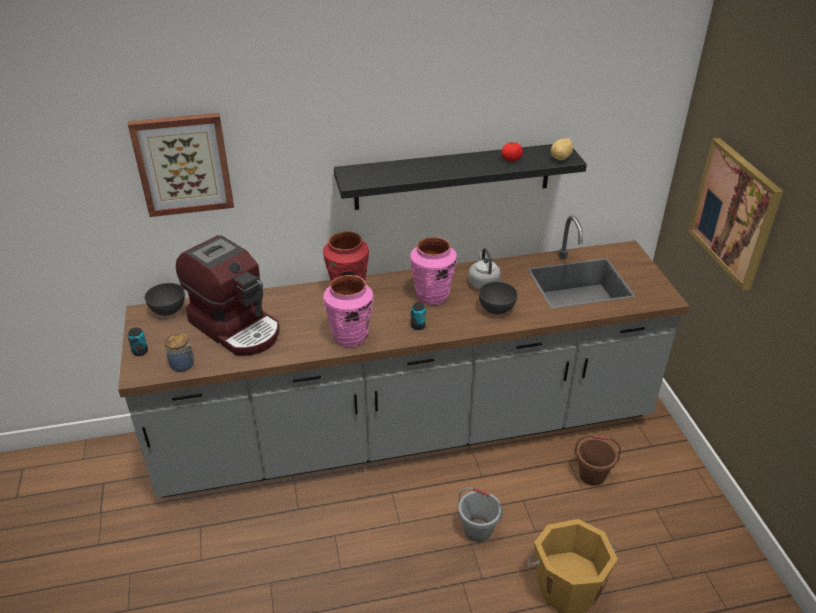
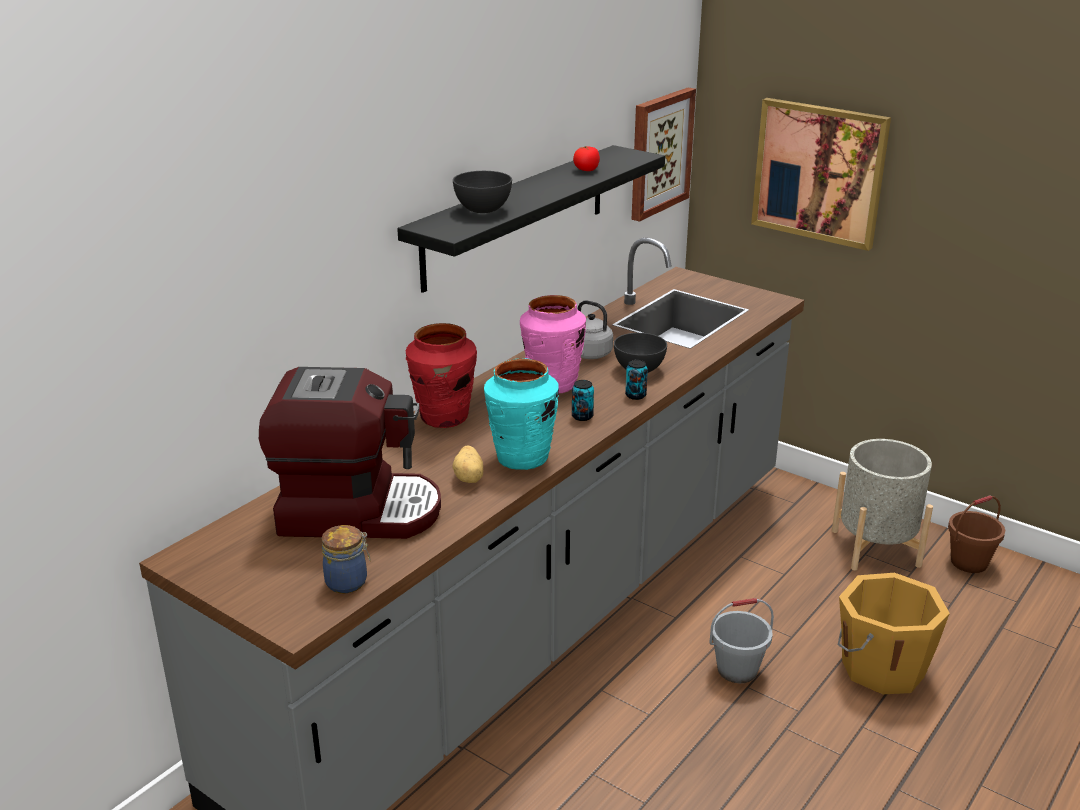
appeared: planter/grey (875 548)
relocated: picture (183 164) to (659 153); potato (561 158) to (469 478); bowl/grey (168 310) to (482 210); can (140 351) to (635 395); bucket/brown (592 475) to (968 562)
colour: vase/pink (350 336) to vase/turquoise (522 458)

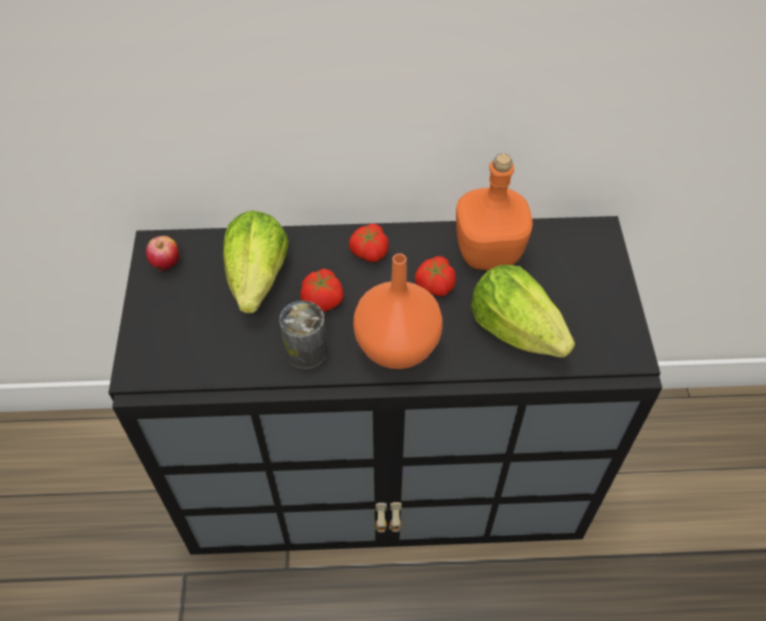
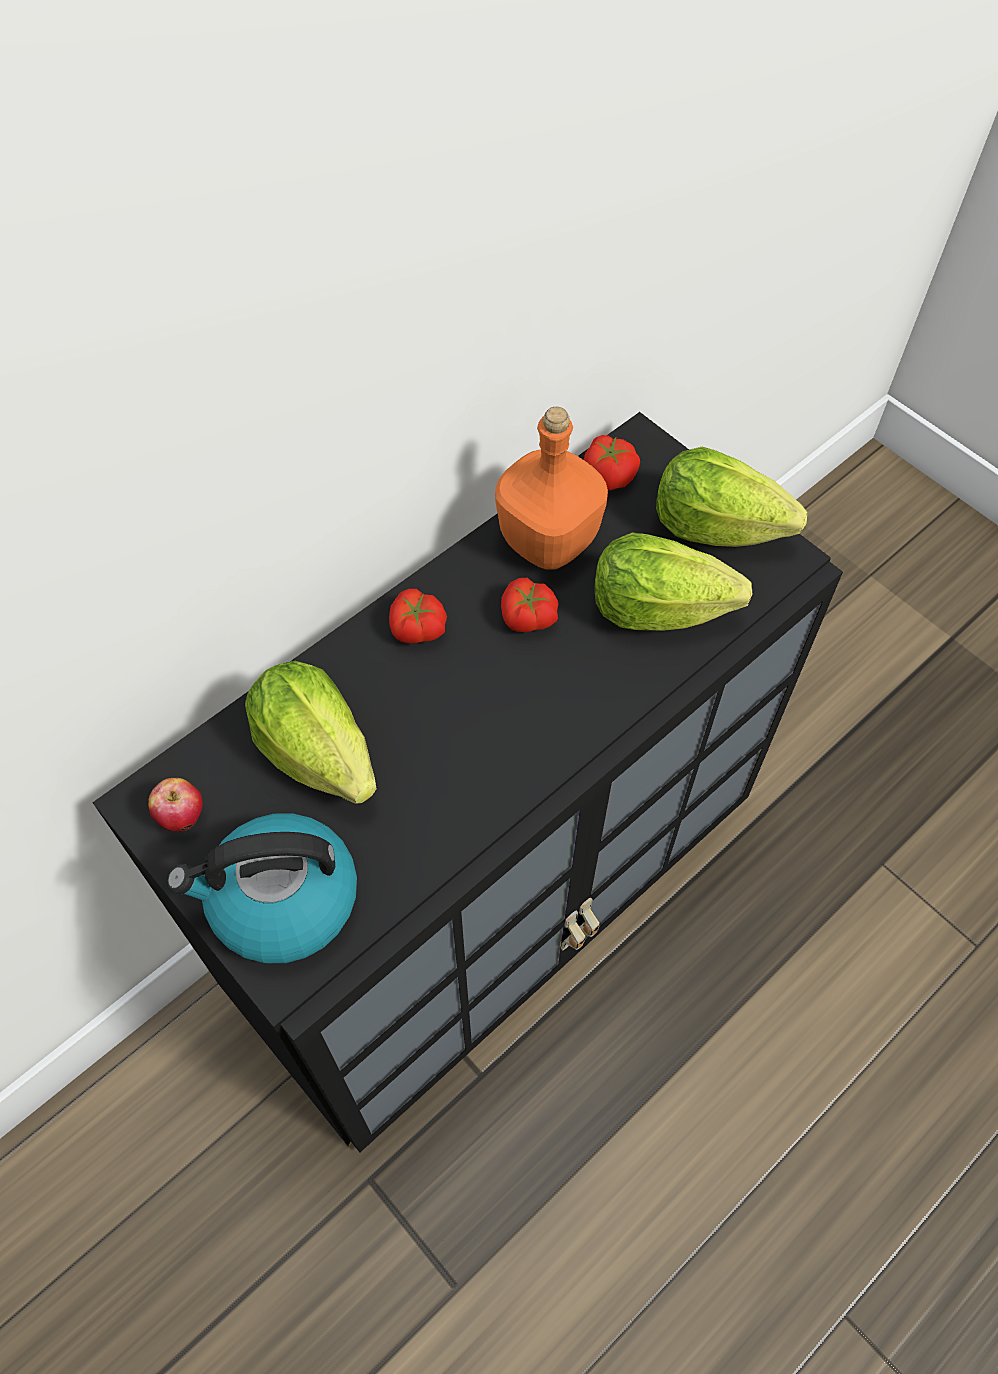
missing: vase/orange (395 346); can (306 351)
appeared: lettuce (715 527); kettle (281 901)
relocated: tomato (323 299) to (609 475)

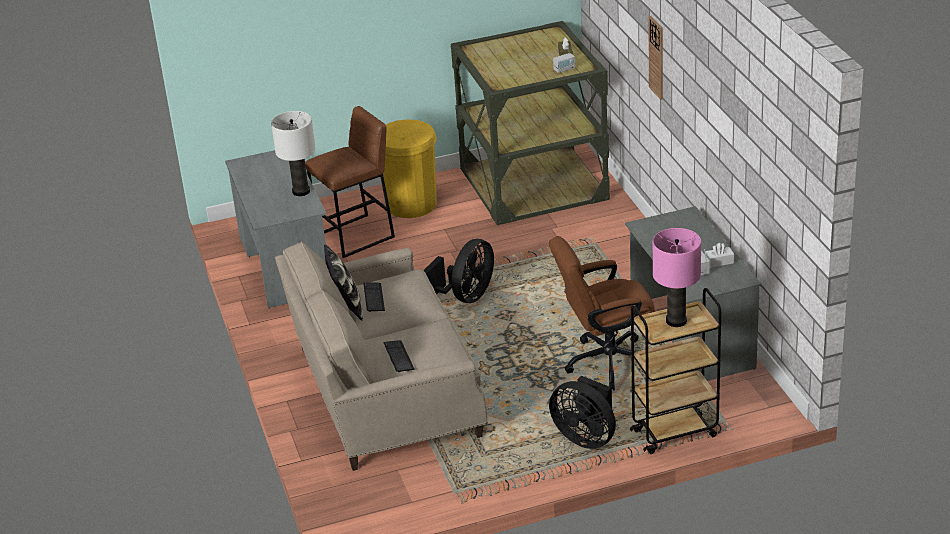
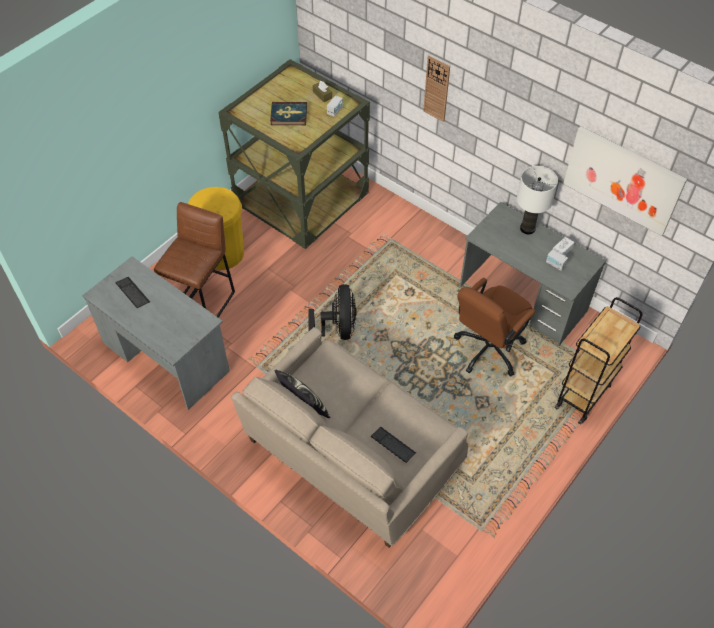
missing: table lamp/pink (676 321); fan/black (586 437)
appeared: book (289 115); picture (622 180)
relocated: table lamp/white (301 191) to (527 228); keyboard (374 298) to (132 293)

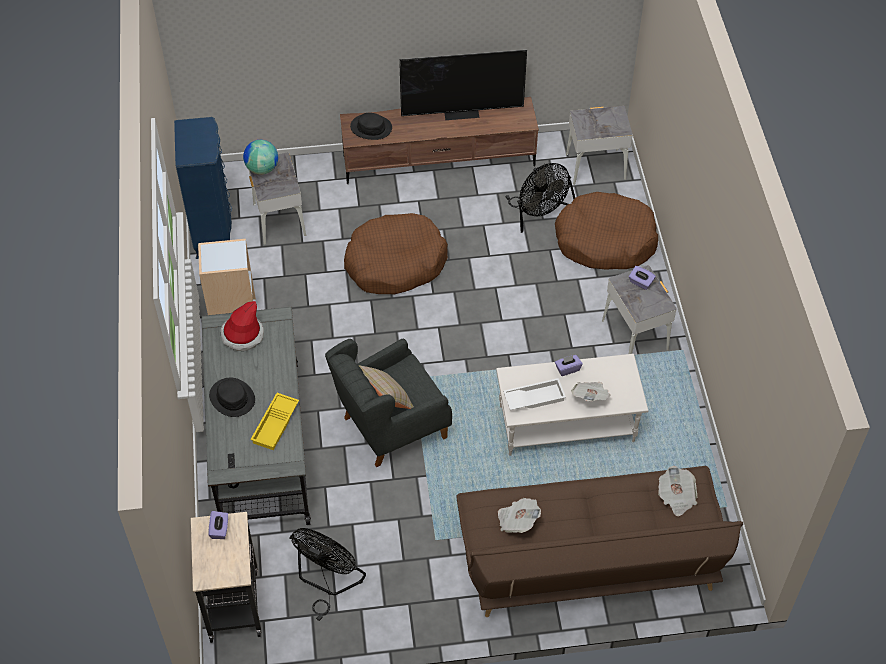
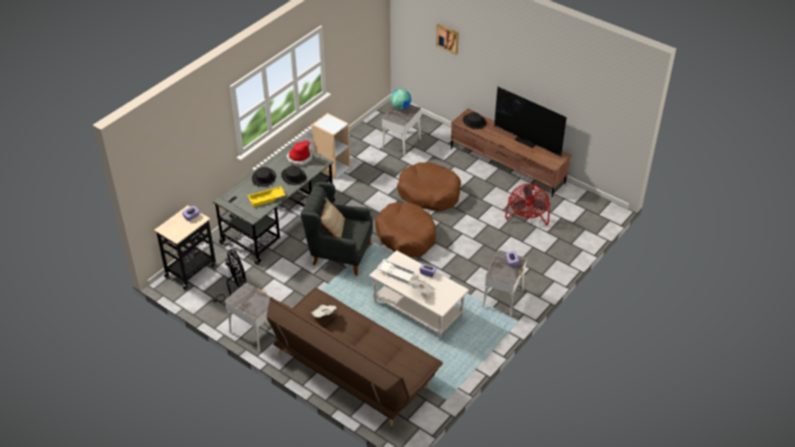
missing: dresser/blue (214 235); newspaper (676 497)
appeared: picture (448 38); hat/black (293 176)
relocated: side table (594 166) to (255 331); dog bed/brown (605 240) to (406 235)
colour: fan/black (537 212) to fan/red (526 216)

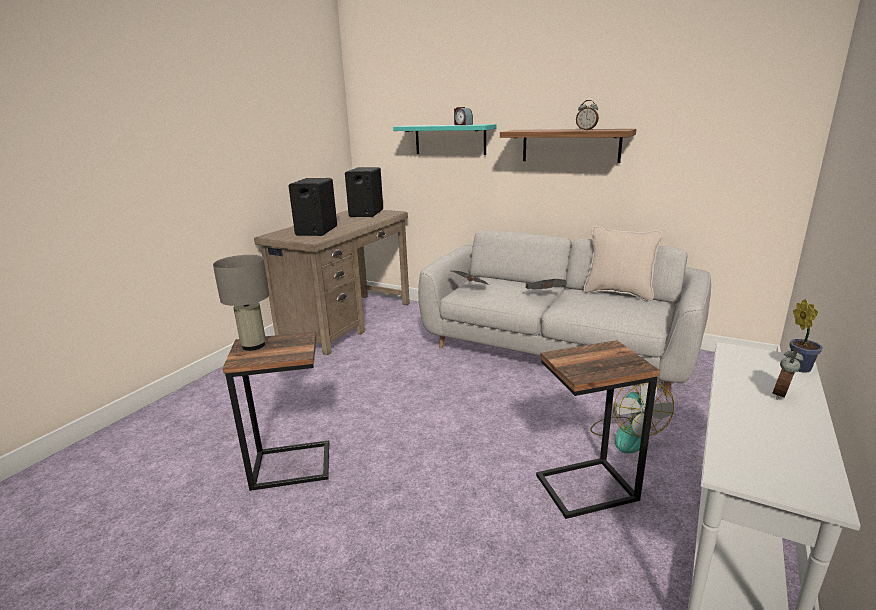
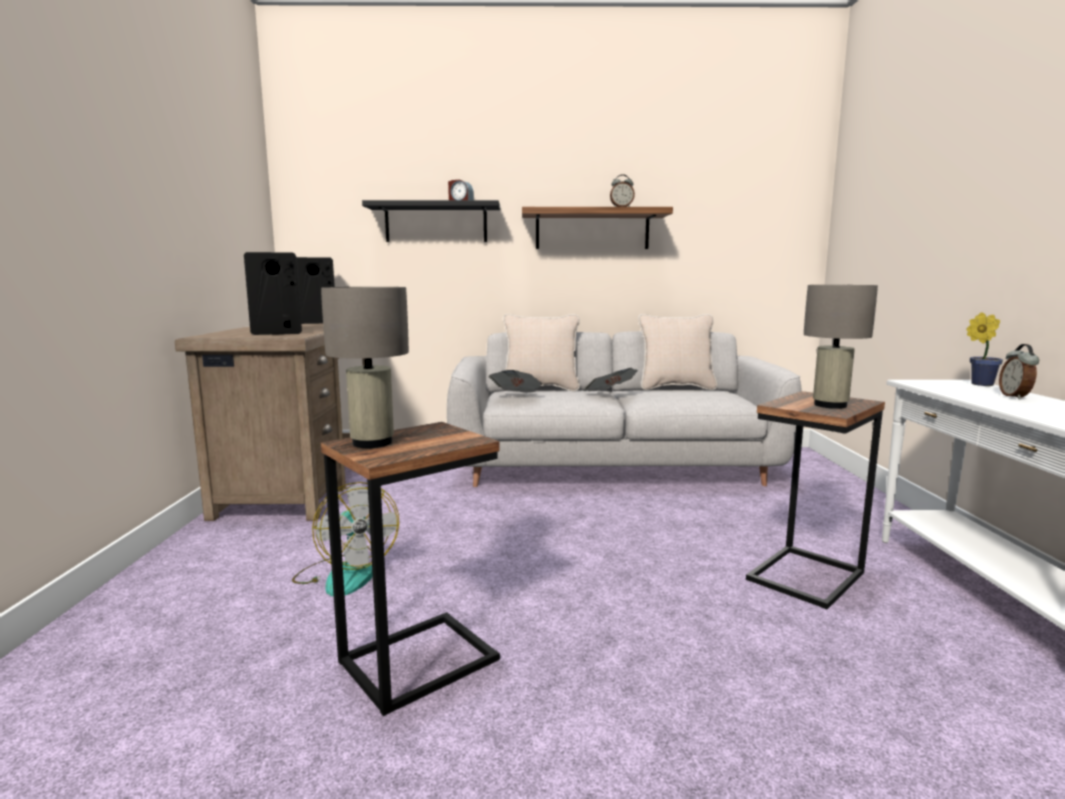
appeared: table lamp/grey (831 405); pillow/beige (540 388)
relocated: fan (626 434) to (345 574)
colour: shelf/turquoise (450 139) to shelf/black (436 223)

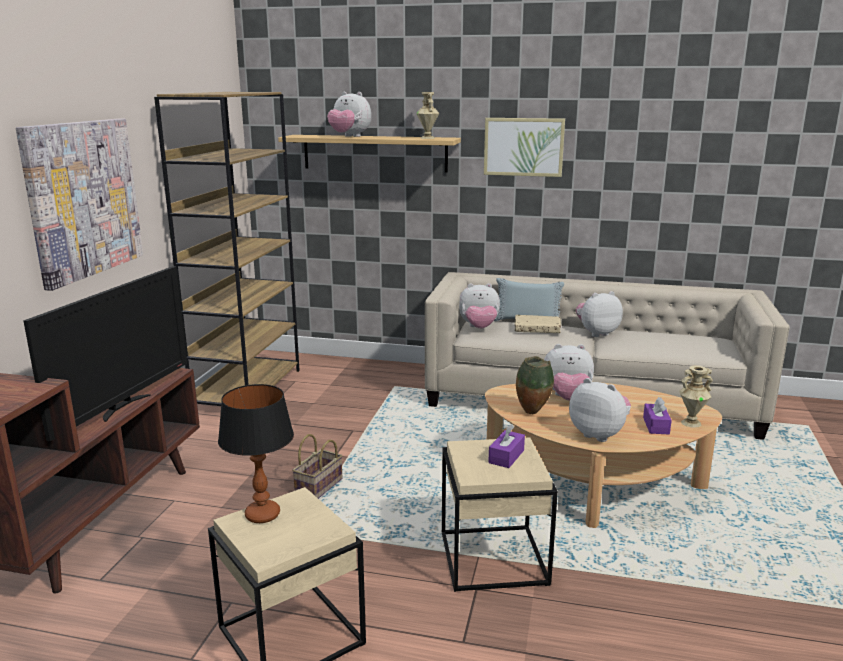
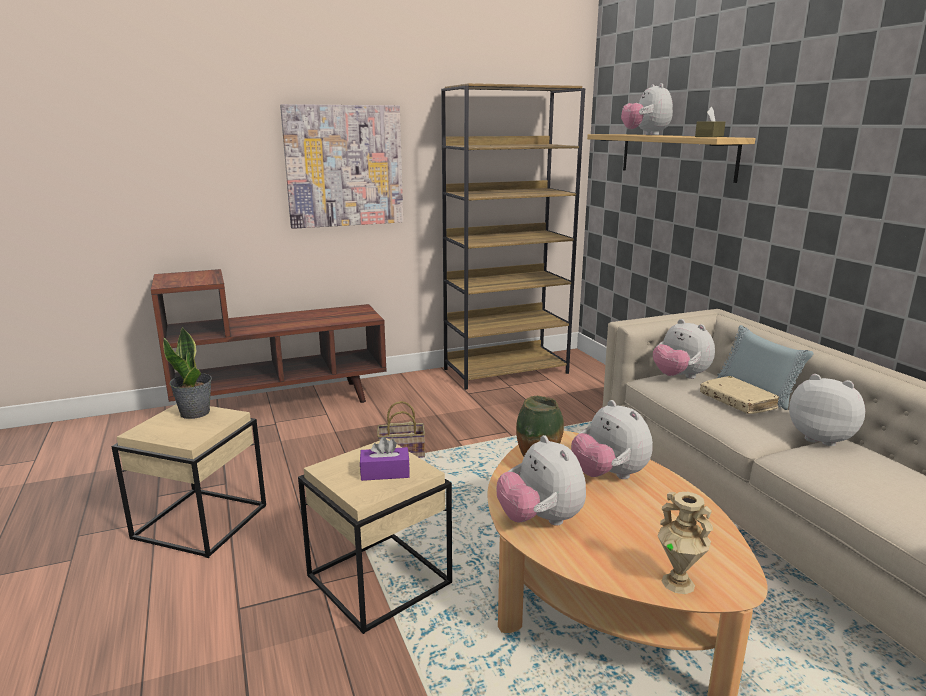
missing: picture (523 147); television (123 406); tissue box/purple (656 425)
exchanged: vase/beige (428 138) to tissue box/brown (709 136); table lamp (262 515) to potted plant (195 412)
spun: plush toy (598 434) = (540 520) 150 degrees clockwise

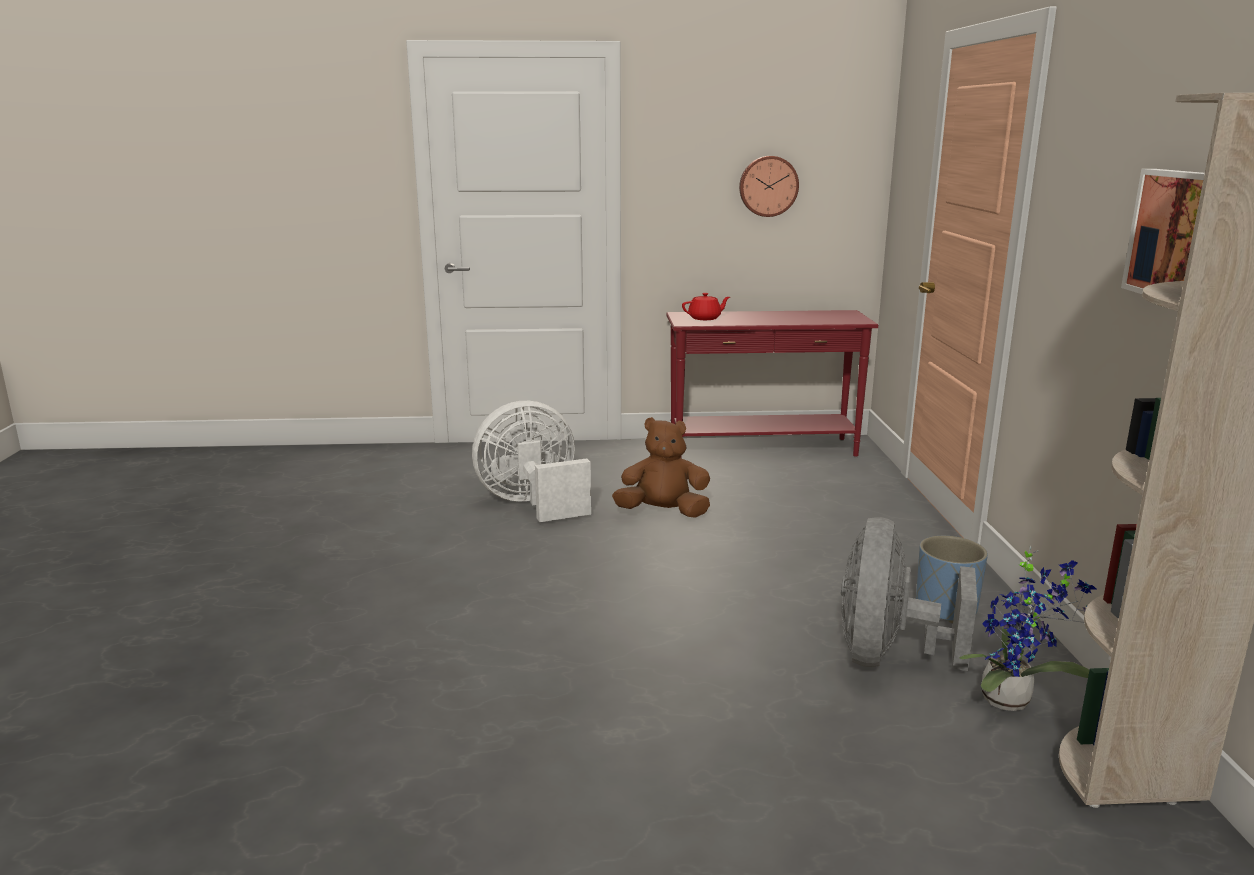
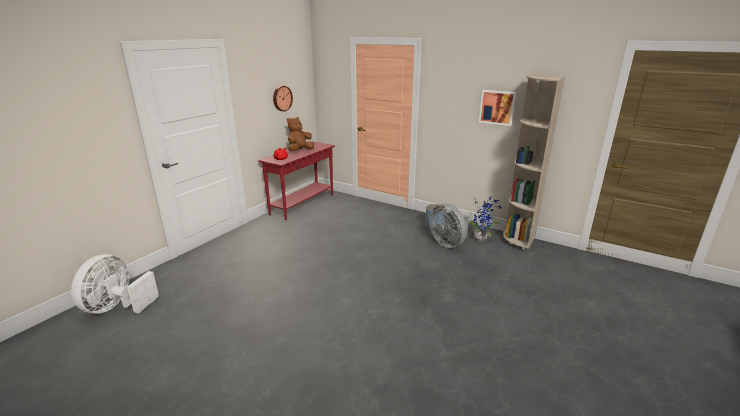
relocated: fan/white (533 504) to (117 307); plush toy/brown (663 512) to (300 151)

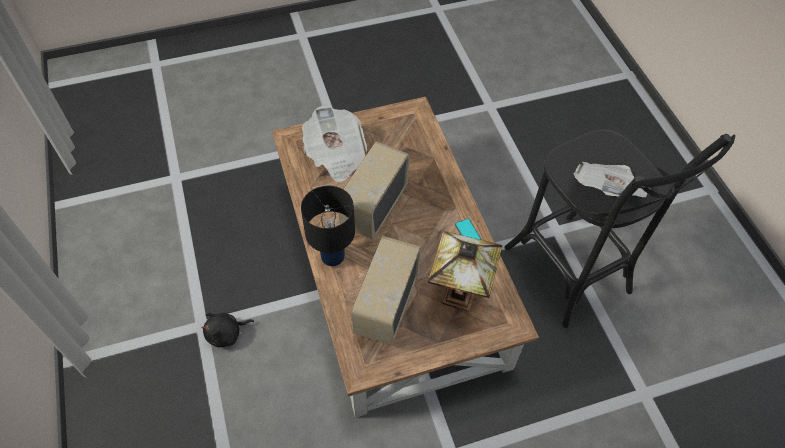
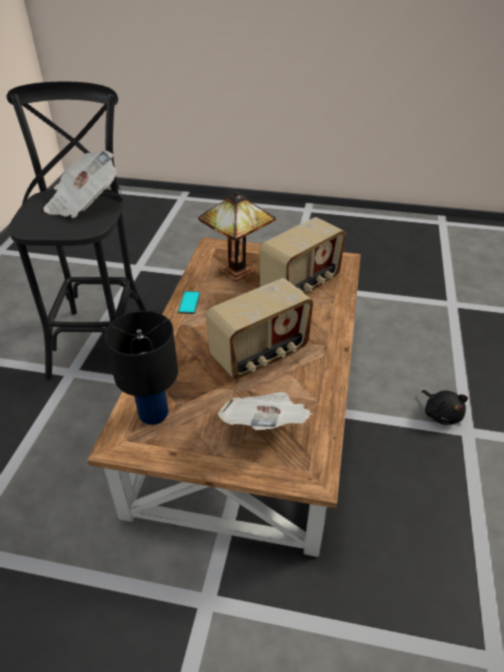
relocated: table lamp/black (333 256) to (152 416)
spun: plush toy/black (226 334) = (441 414) 60 degrees clockwise

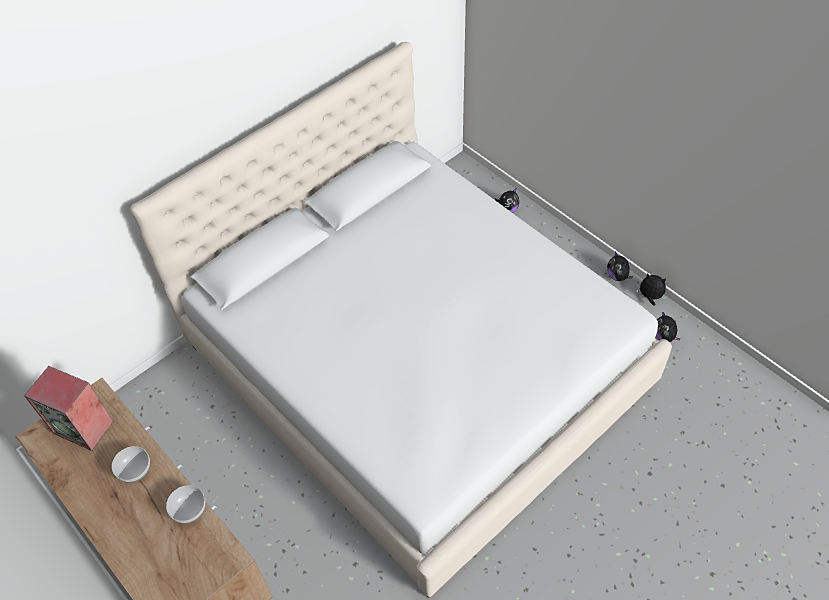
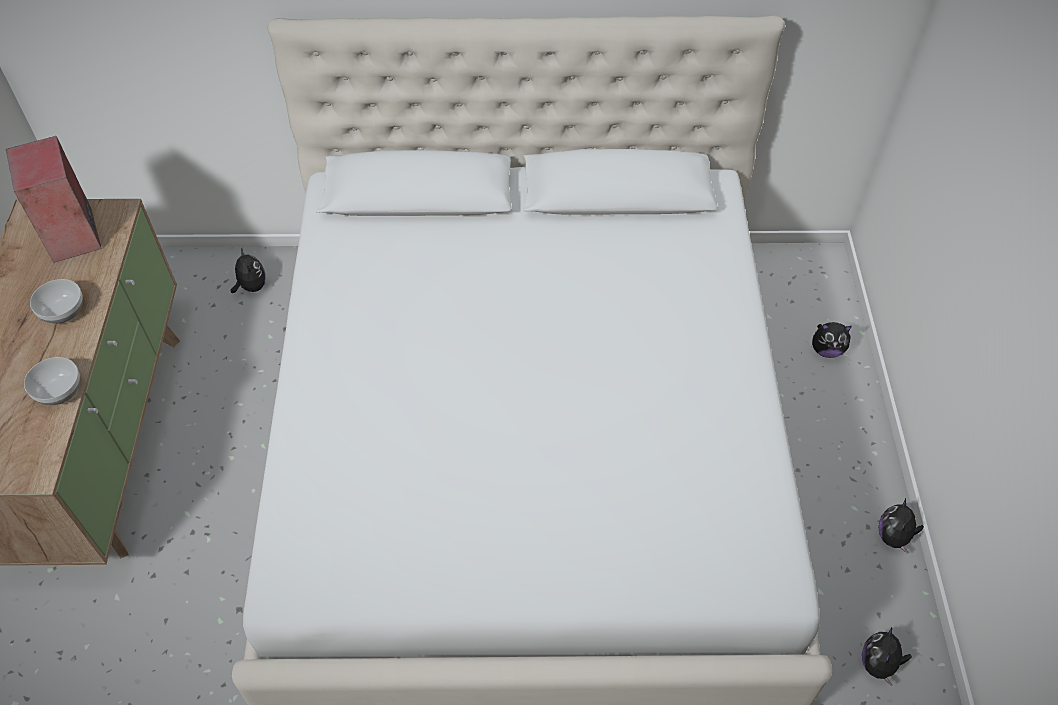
relocated: plush toy (649 297) to (252 286)

